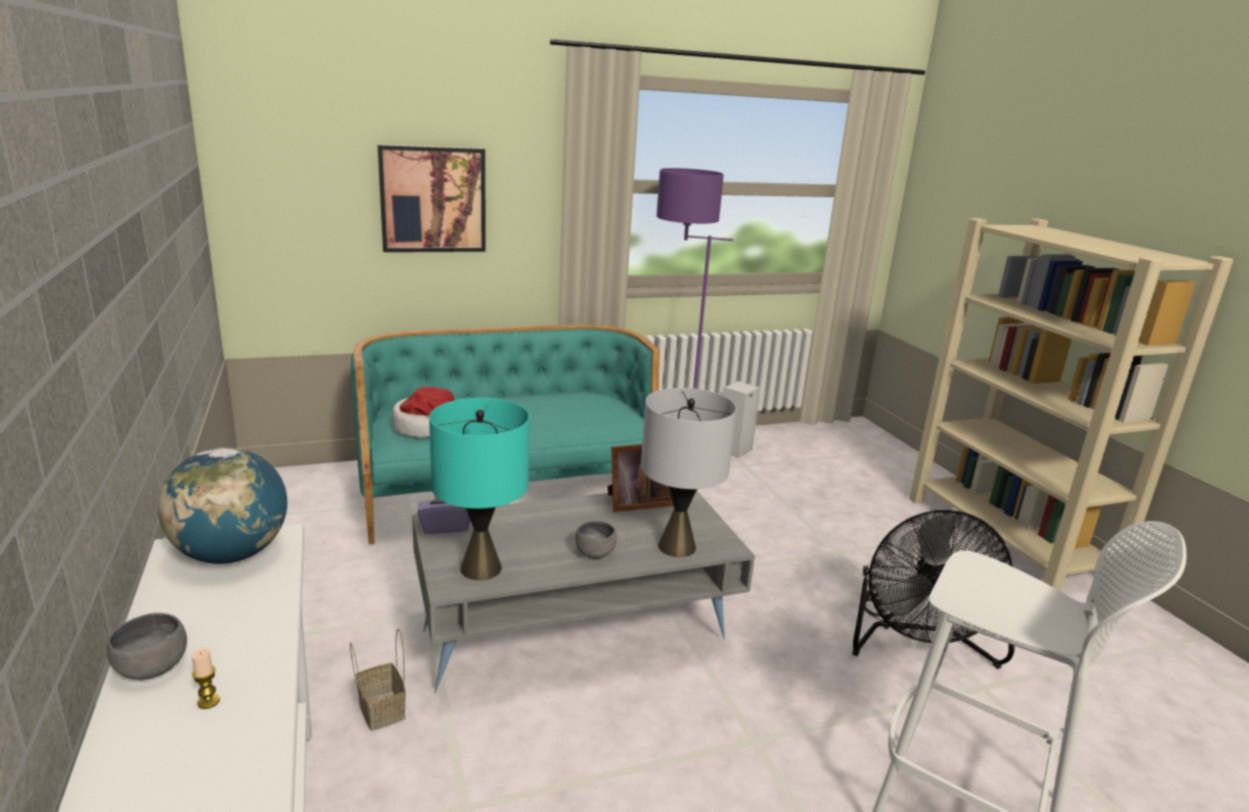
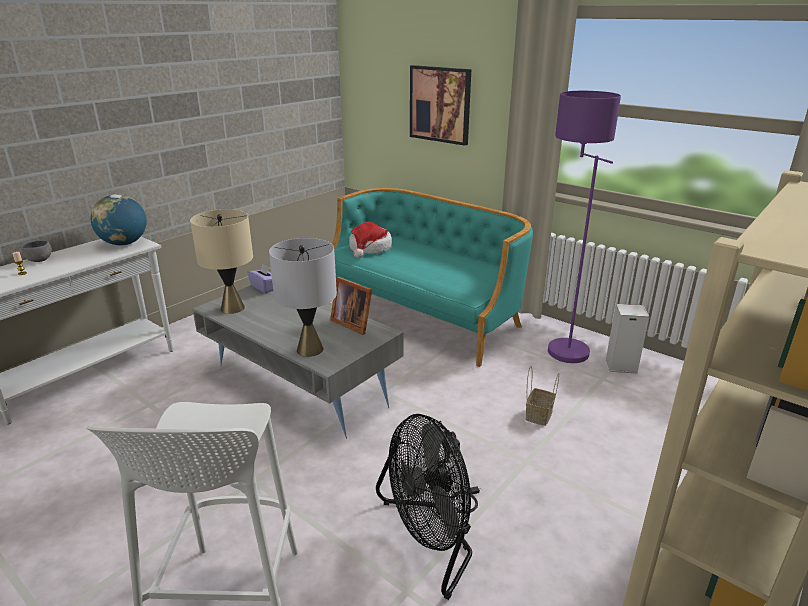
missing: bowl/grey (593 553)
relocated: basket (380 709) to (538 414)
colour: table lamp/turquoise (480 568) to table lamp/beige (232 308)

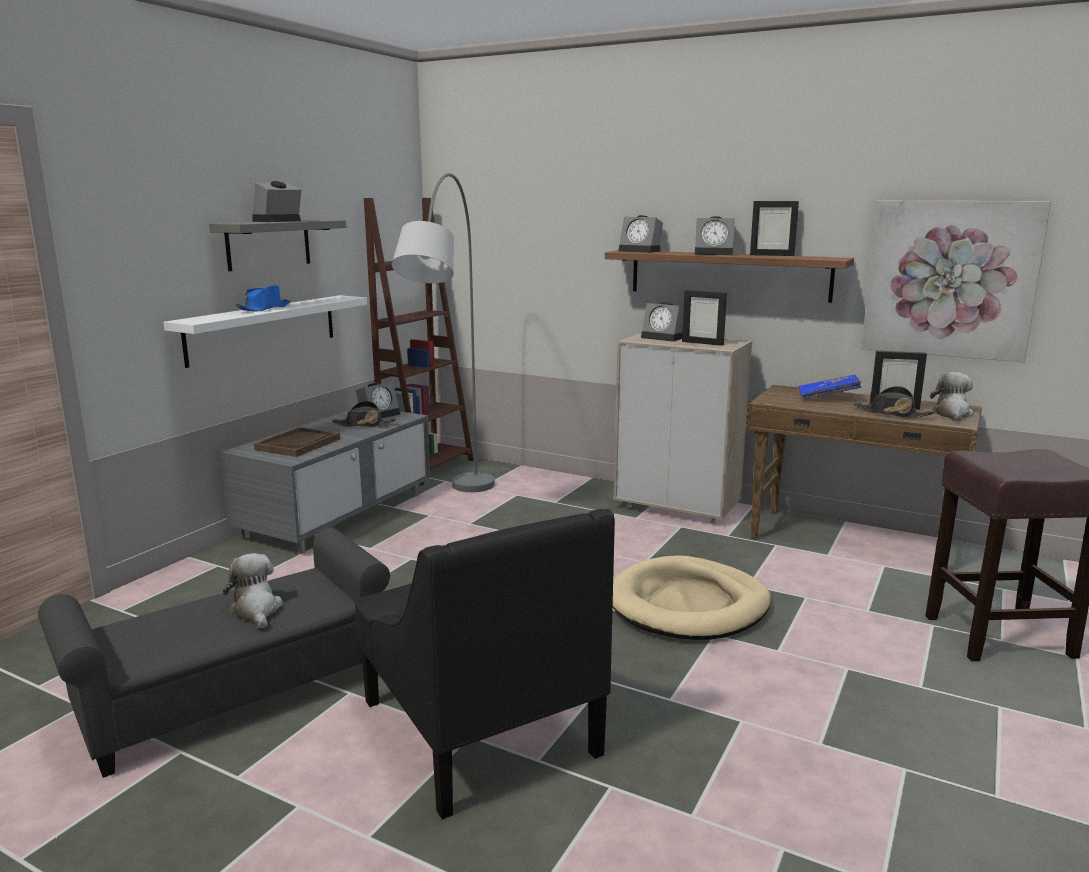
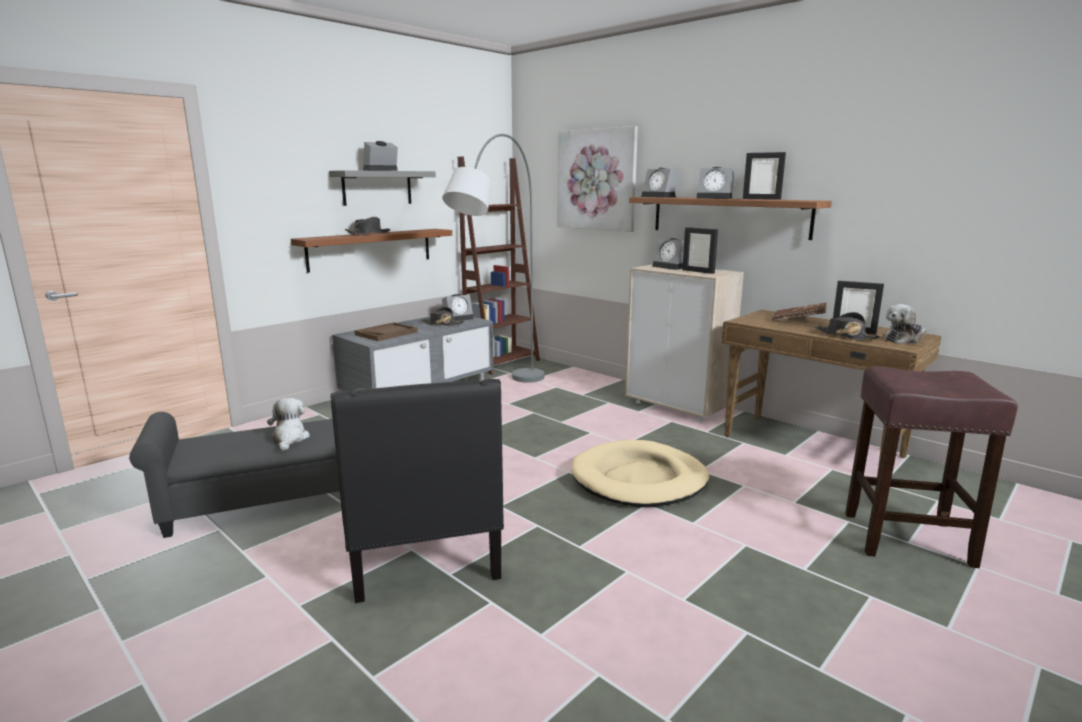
relocated: picture (950 279) to (596 180)
colour: hat/blue (264 309) to hat/black (368 234); shelf/white (263 329) to shelf/brown (371 249); book/blue (828 398) to book/brown (799 321)
spun: plush toy (952 414) = (904 340) 150 degrees counterclockwise

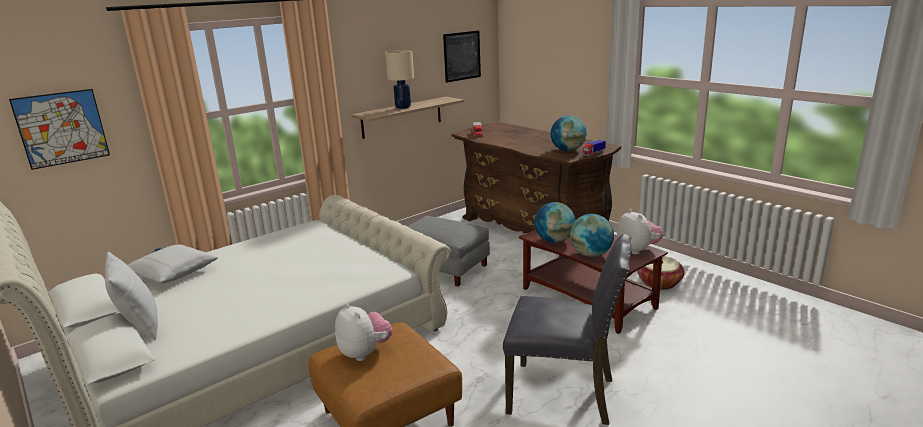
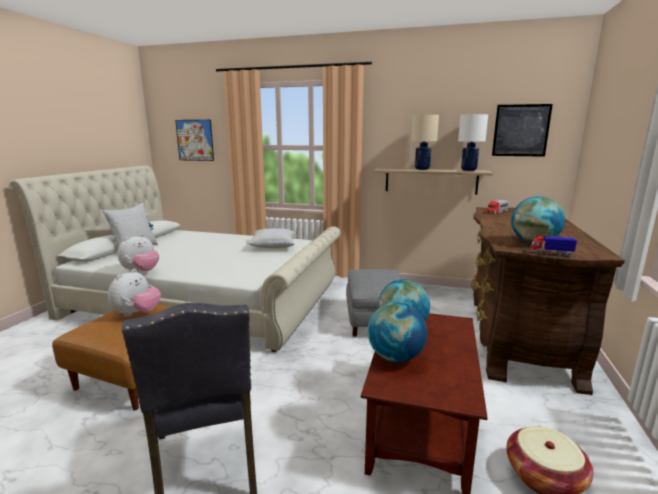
appeared: table lamp/white (468 170)
relocated: plush toy (638 250) to (141 272); pillow/grey (173 274) to (273 246)

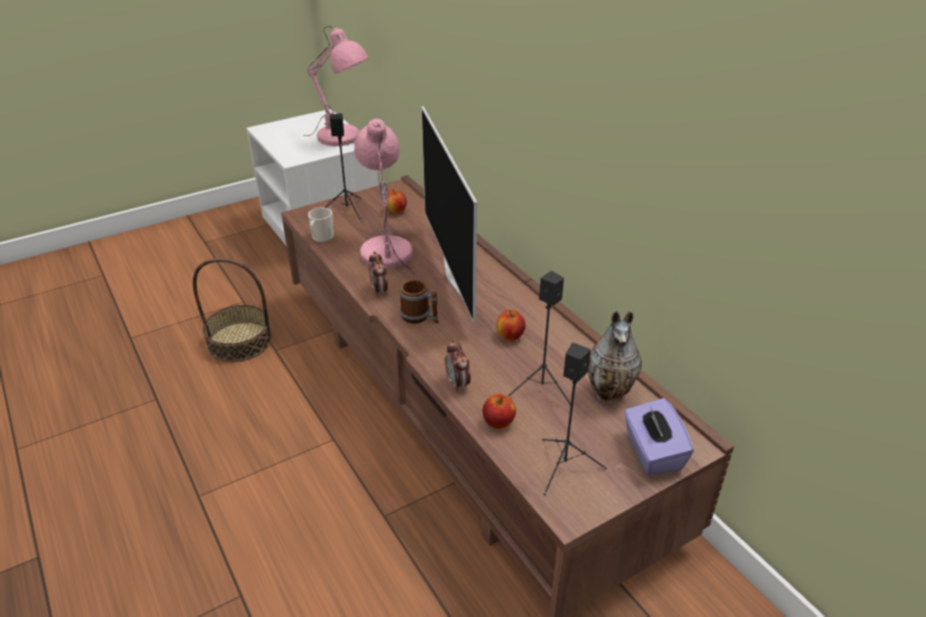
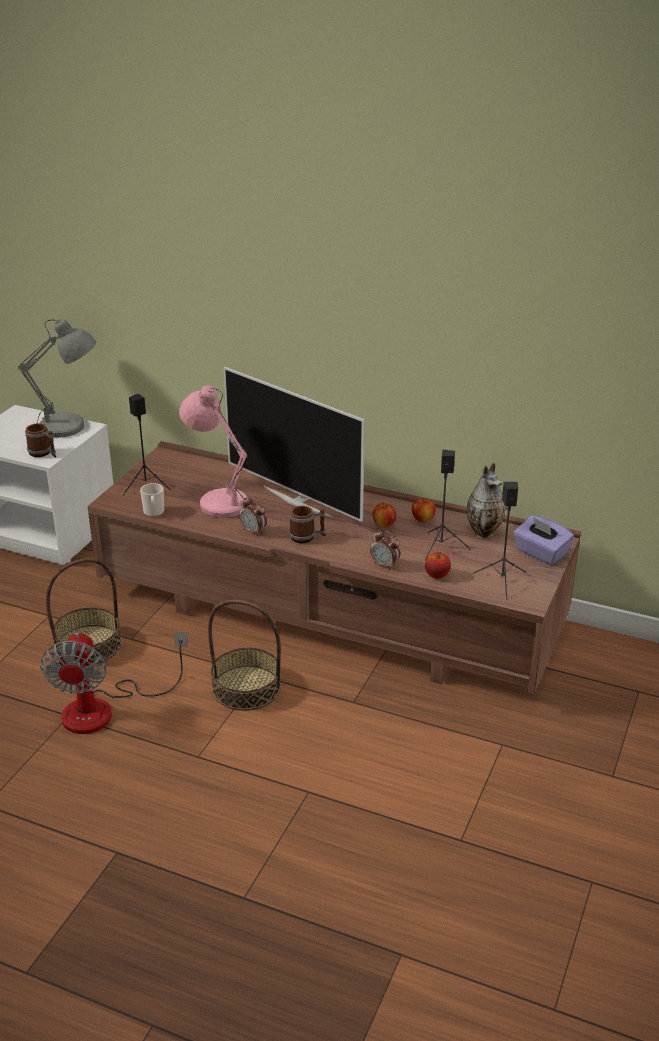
appeared: mug (43 453); basket (246 687); fan (104 709)
relocated: apple (395 211) to (423 520)
colour: table lamp/pink (342 139) to table lamp/grey (68 427)

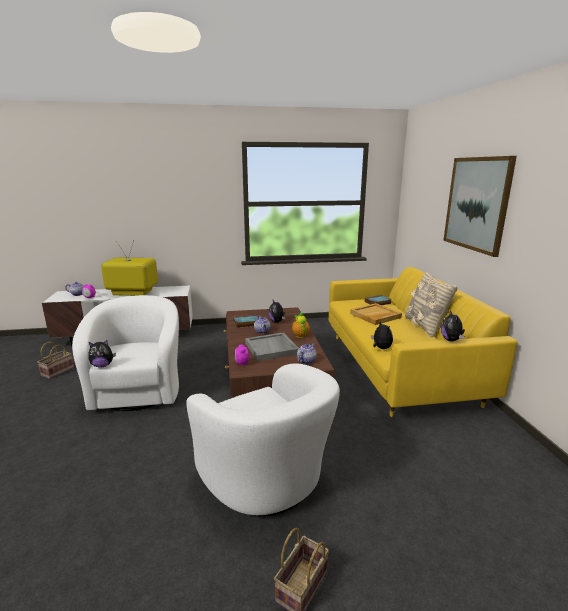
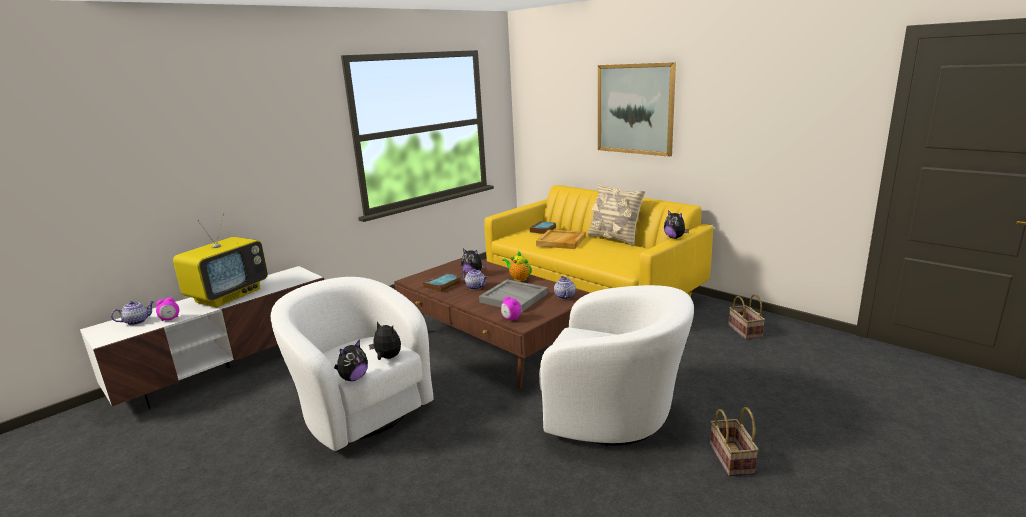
relocated: plush toy (381 348) to (387 358); basket (58 371) to (743 331)
spun: television (132 292) = (228 295) 150 degrees clockwise

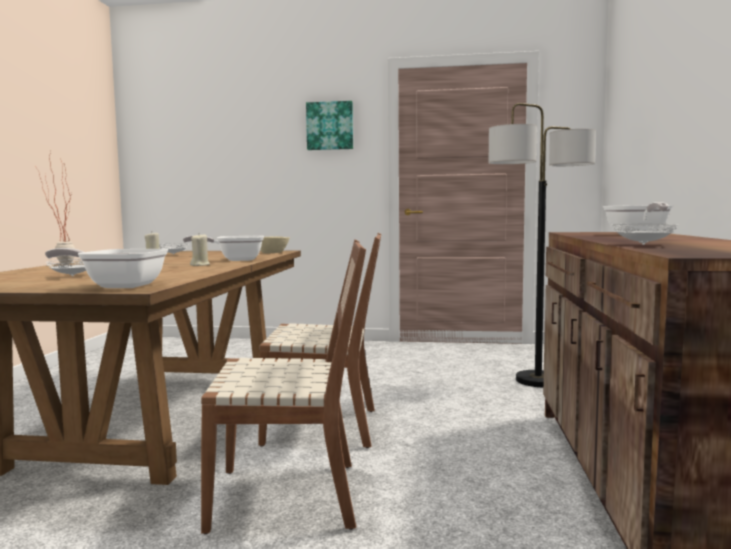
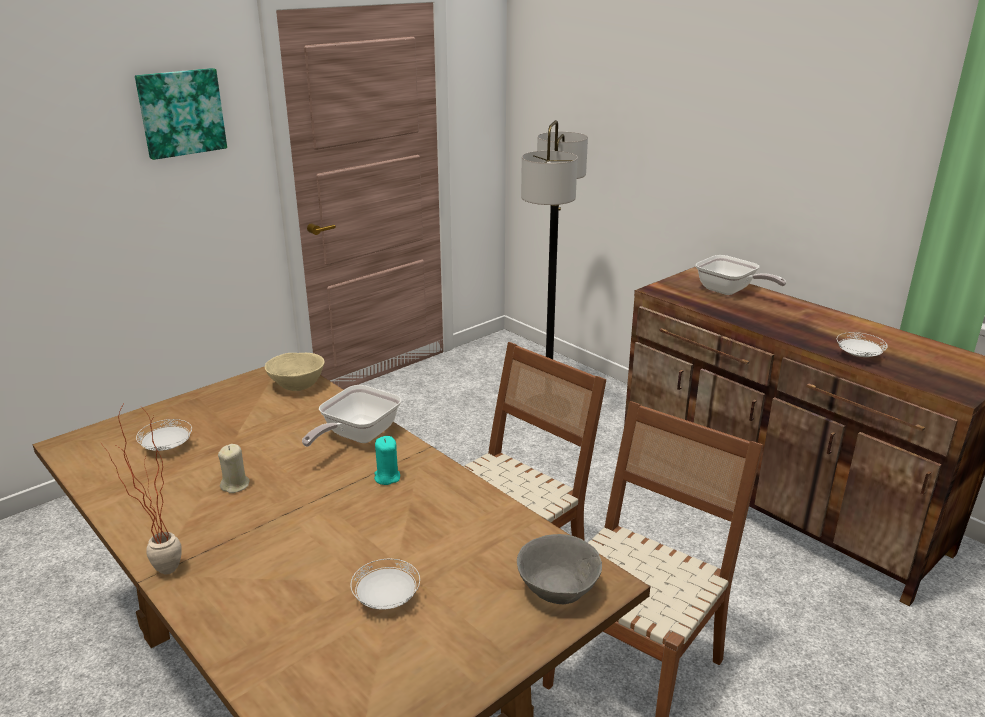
exchanged: frying pan (118 286) to bowl/grey (556 589)
colour: candle/beige (200 265) to candle/turquoise (387 477)

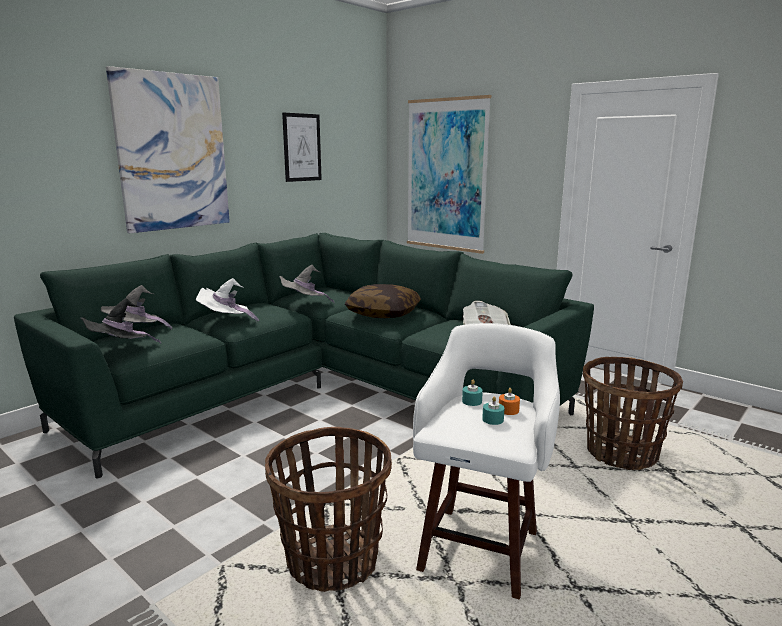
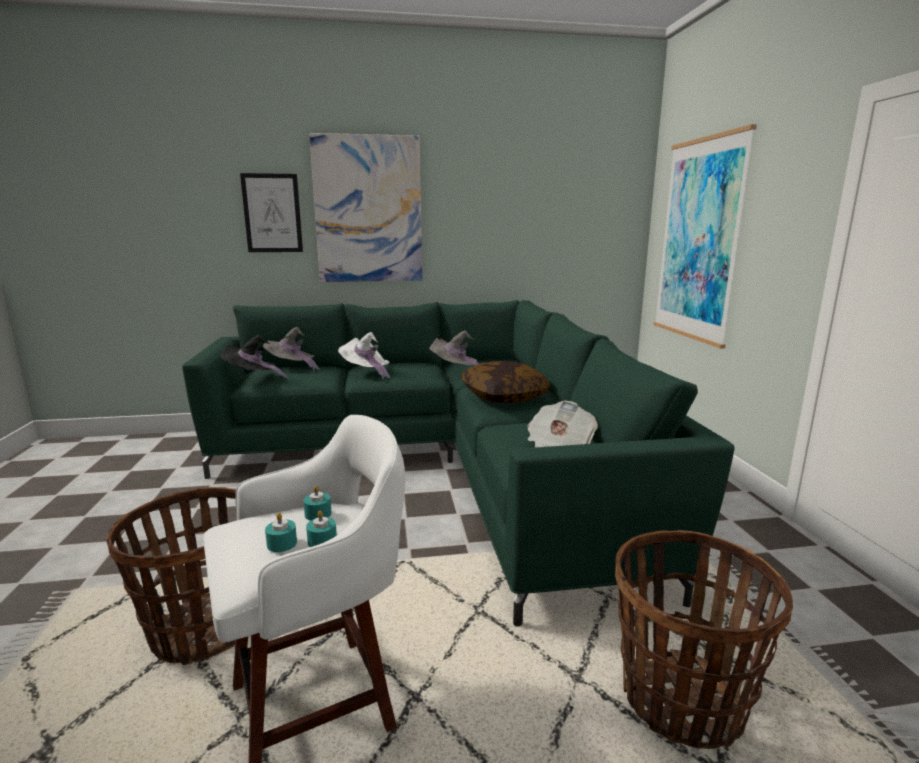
relocated: picture (302 147) to (272 213)
colour: candle/orange (508 410) to candle/turquoise (322 541)

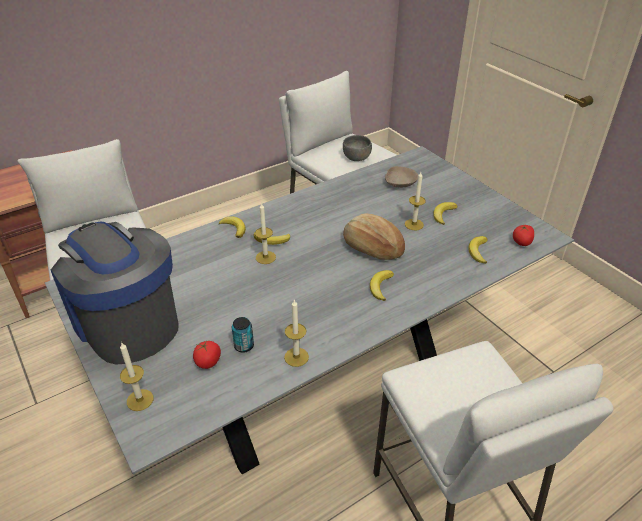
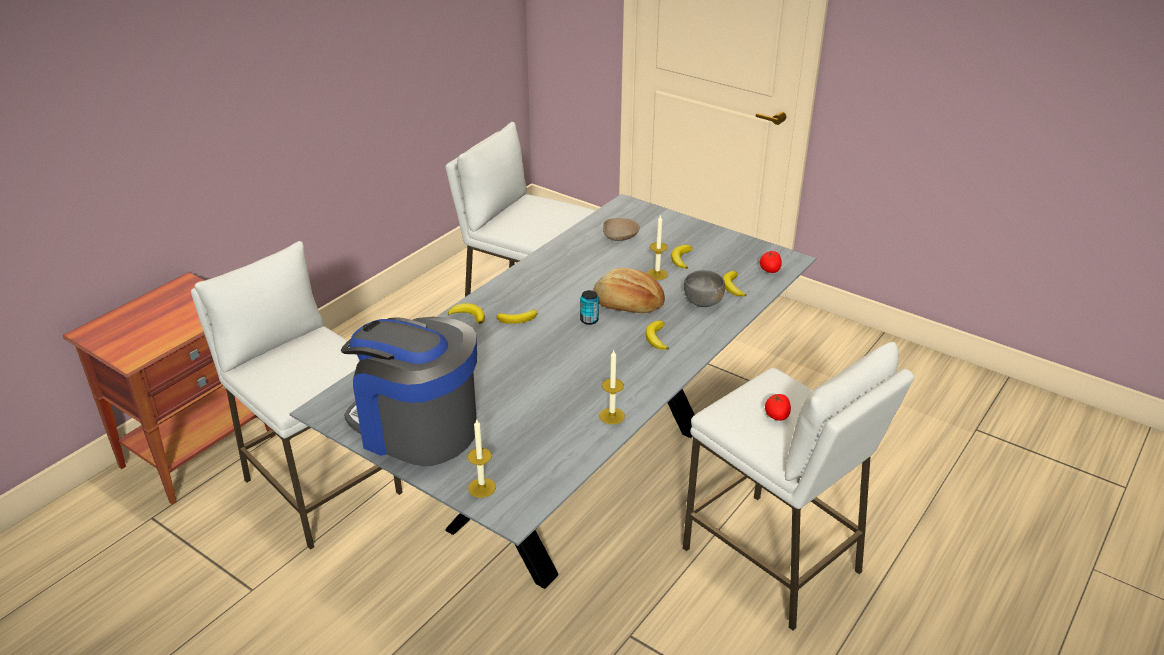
missing: candle (265 257)
relocated: bowl/grey (356 157) to (703 301); can (244 346) to (589 320); tomato (208 362) to (777 416)

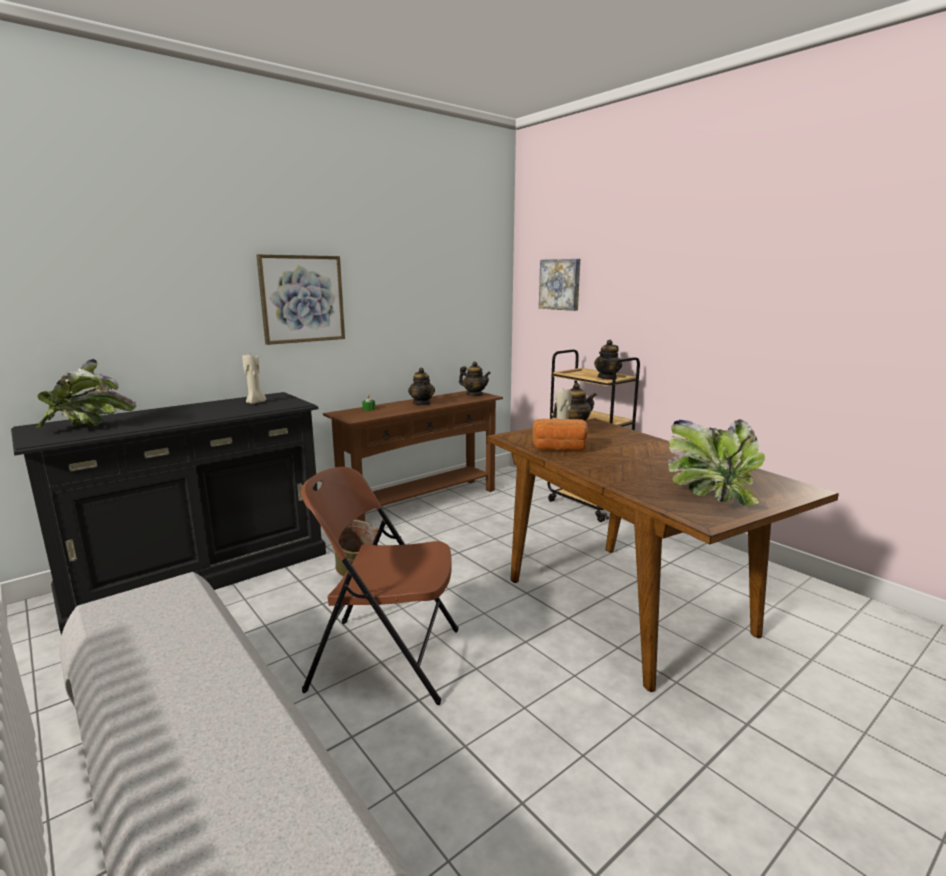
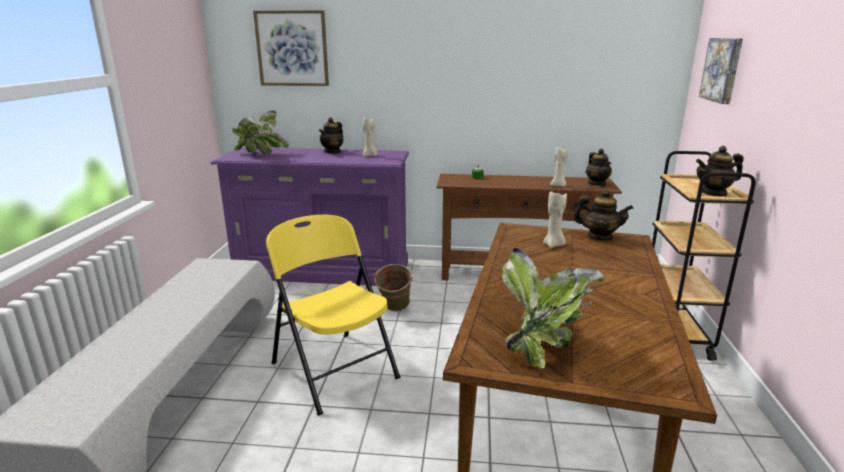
missing: bread (560 449)
appeared: candle/beige (558 186)
relocated: picture (302 299) to (292 48); teapot (422 403) to (332 152)
colour: cabinet/black (200 573) to cabinet/purple (323 270); chair/brown (386 658) to chair/yellow (335 370)

